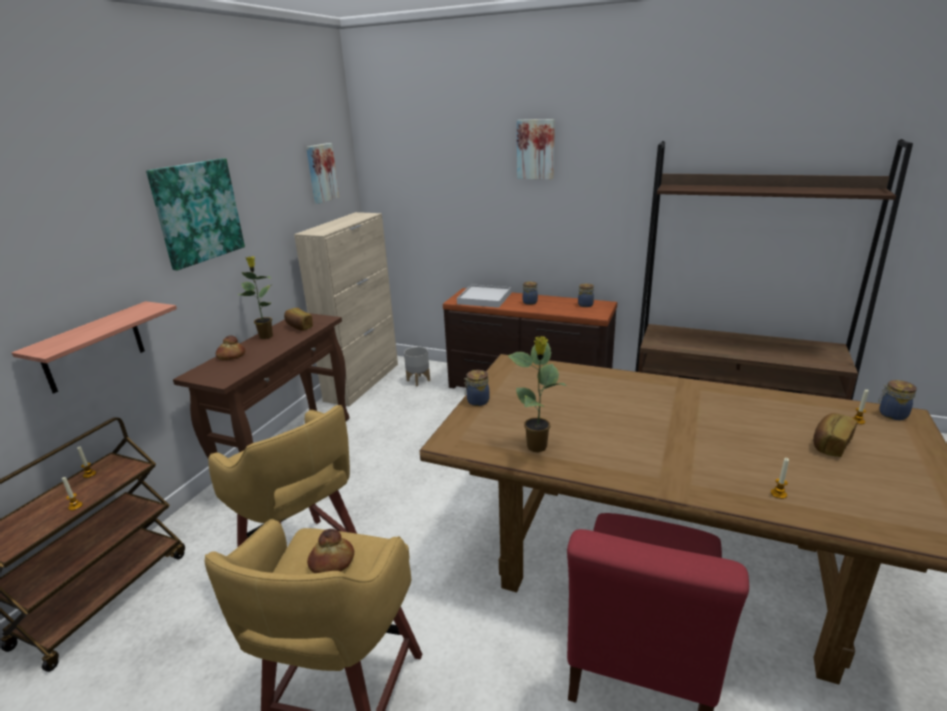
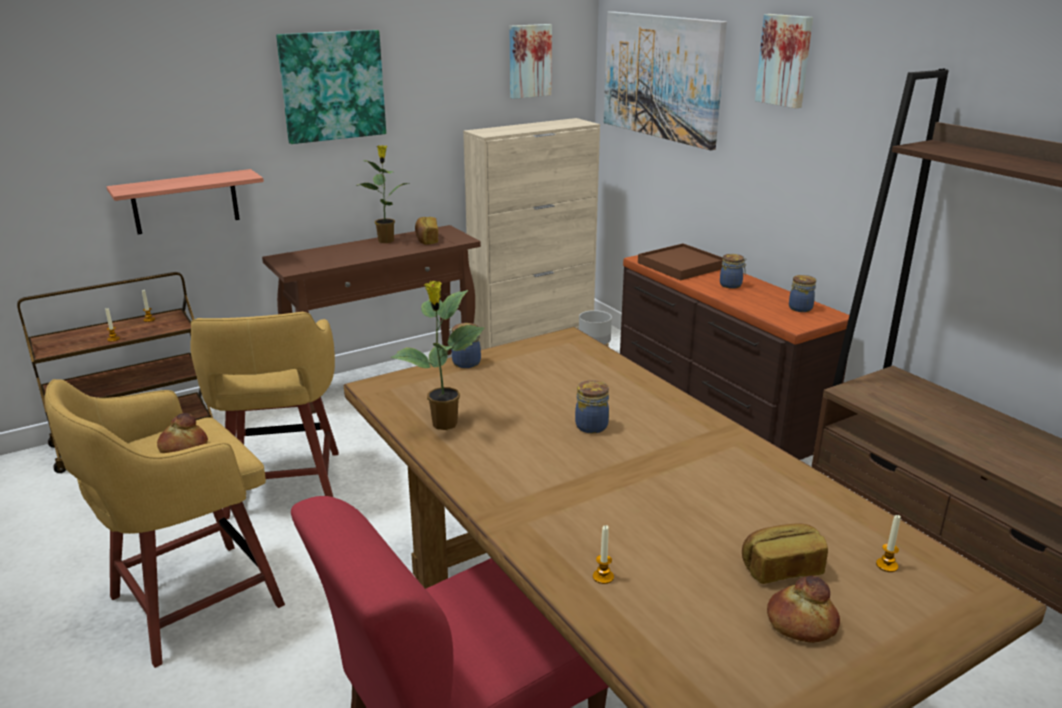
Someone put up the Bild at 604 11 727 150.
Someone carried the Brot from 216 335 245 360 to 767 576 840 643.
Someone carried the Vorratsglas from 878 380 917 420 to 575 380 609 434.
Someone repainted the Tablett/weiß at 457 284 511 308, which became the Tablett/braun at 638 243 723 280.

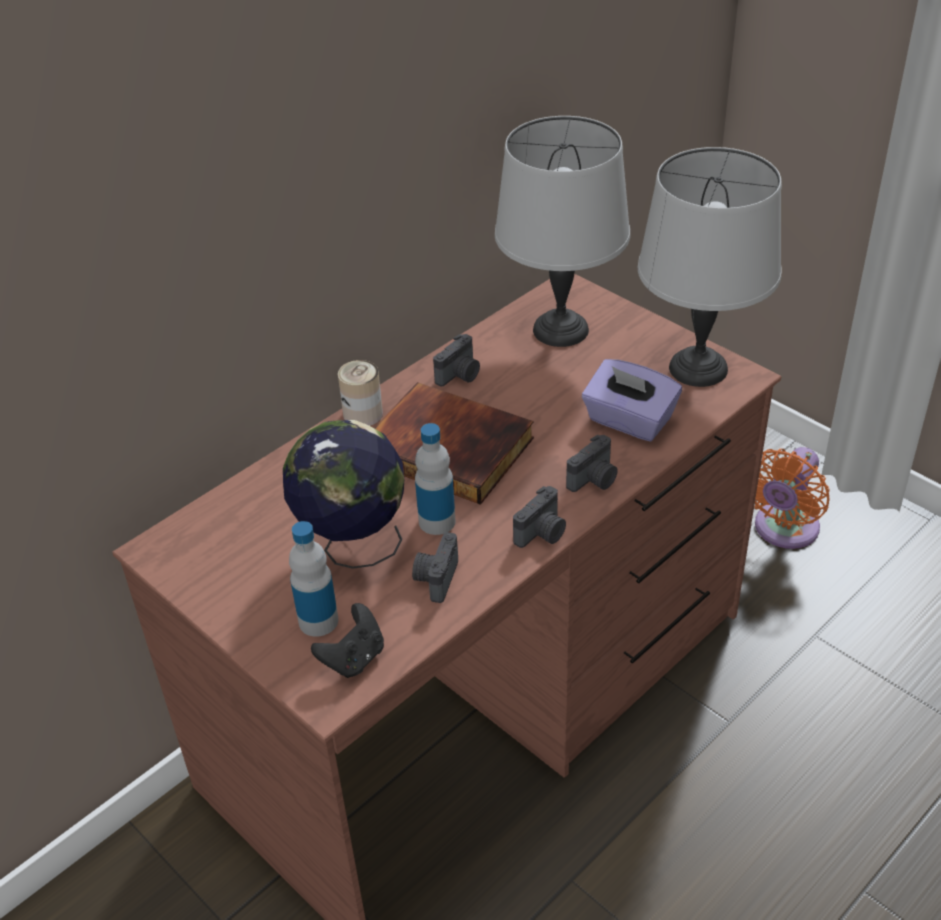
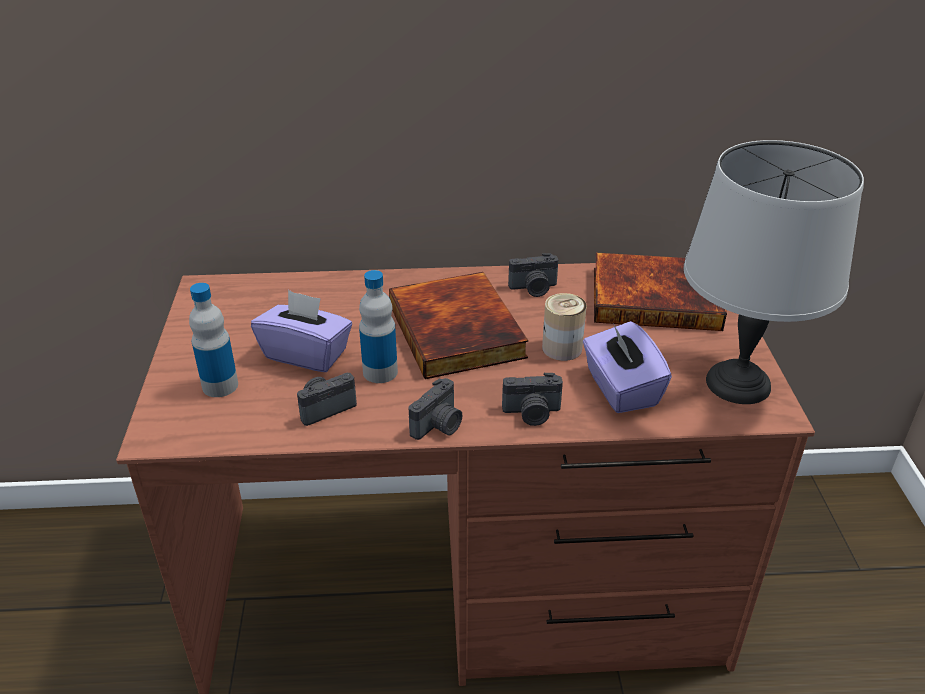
Someone took away the Gamepad/schwarz at 311 603 384 678.
Someone took away the Ventilator/orange at 754 447 830 549.
Someone carried the Dose from 338 360 383 426 to 542 293 587 361.
Someone swapped the Globus at 283 420 404 569 for the Taschentuchbox/lila at 251 290 352 372.
Someone swapped the Tischlampe/grau at 495 116 630 347 for the Buch at 594 253 727 331.
Someone rotated the Kamera at 513 486 566 548 by 45 degrees counterclockwise.

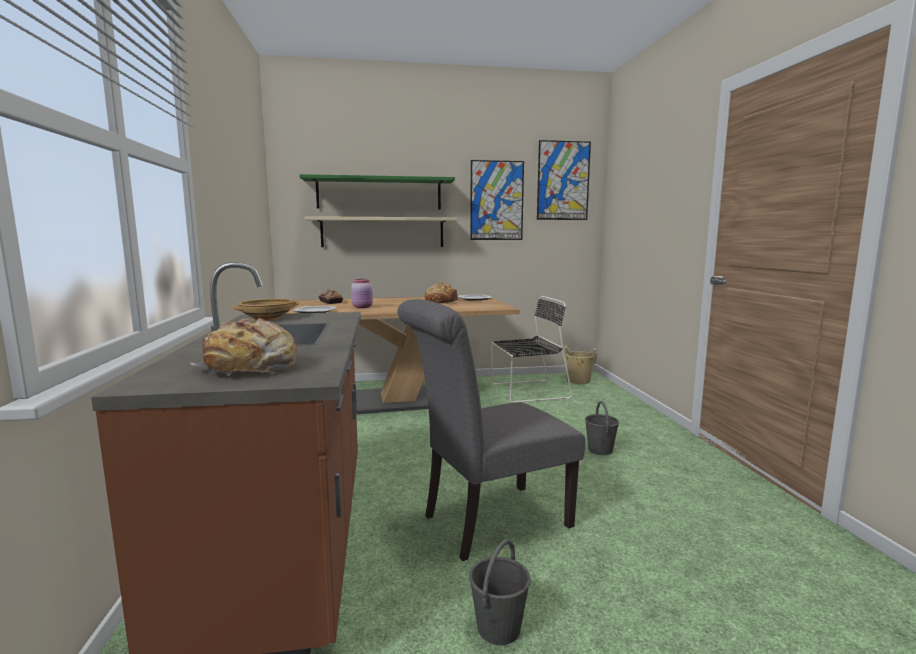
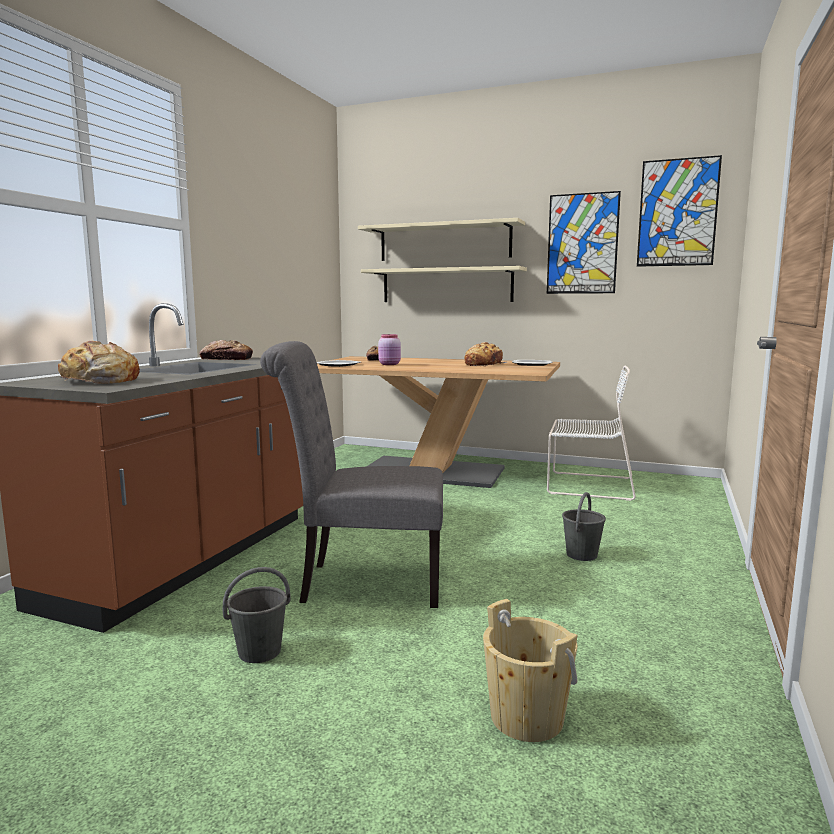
Someone carried the Eimer/beige from 564 346 597 384 to 483 599 578 742.
Someone swapped the Schüssel/beige at 232 299 299 320 for the Brot at 199 340 253 360.
Someone repainted the Wandregal/grün at 299 174 455 209, which became the Wandregal/beige at 358 218 525 261.
Someone repainted the Stuhl/schwarz at 491 296 572 403, which became the Stuhl/weiß at 547 366 636 501.

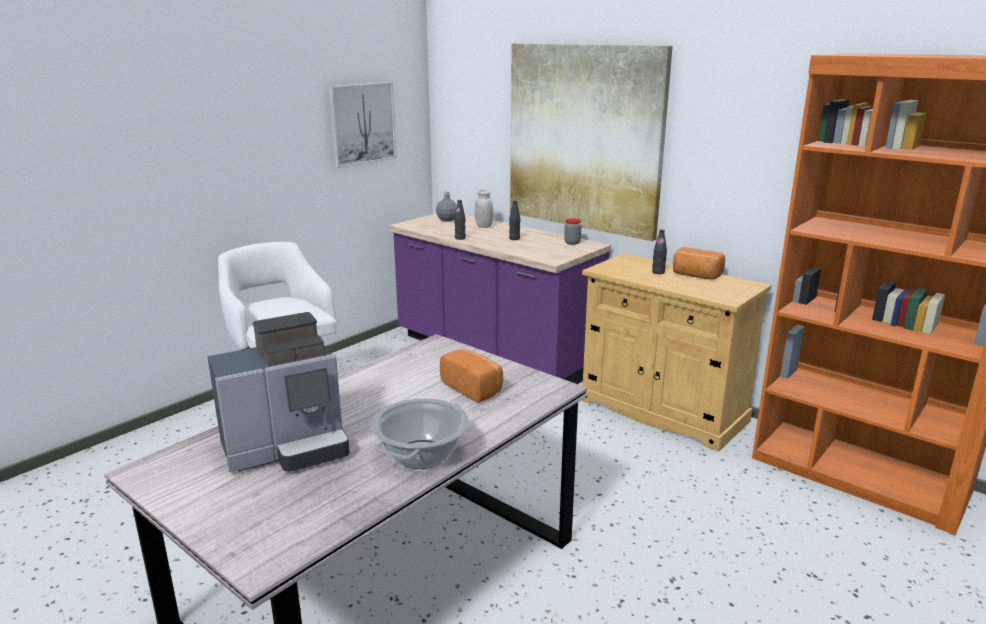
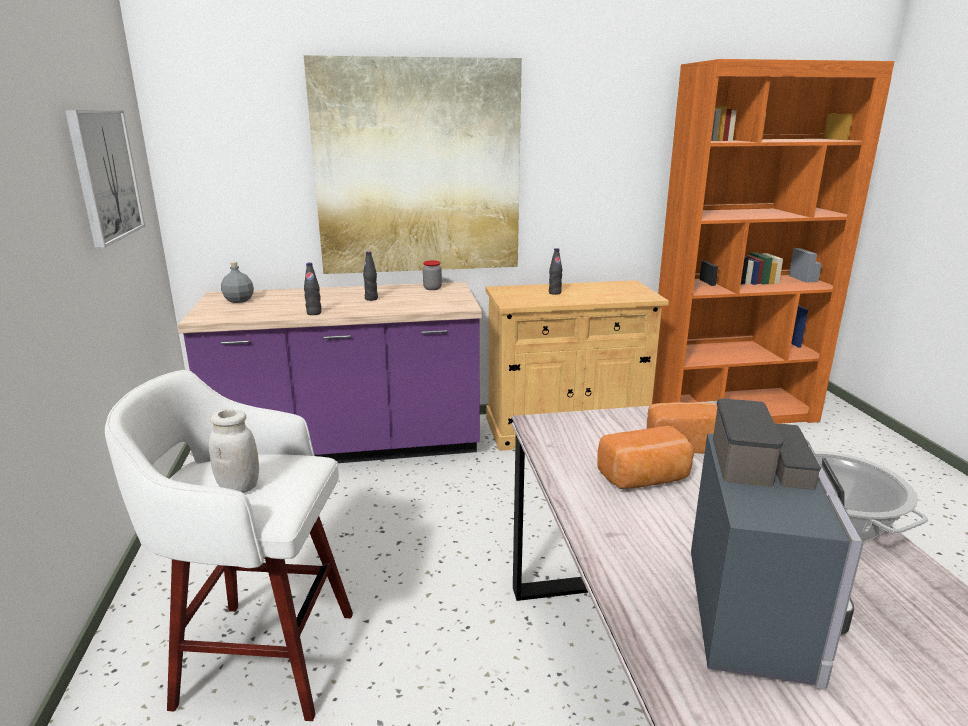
Someone carried the Vorratsglas/weiß from 475 189 493 228 to 209 409 259 493.
Someone carried the Brot from 673 247 725 280 to 597 426 694 489.

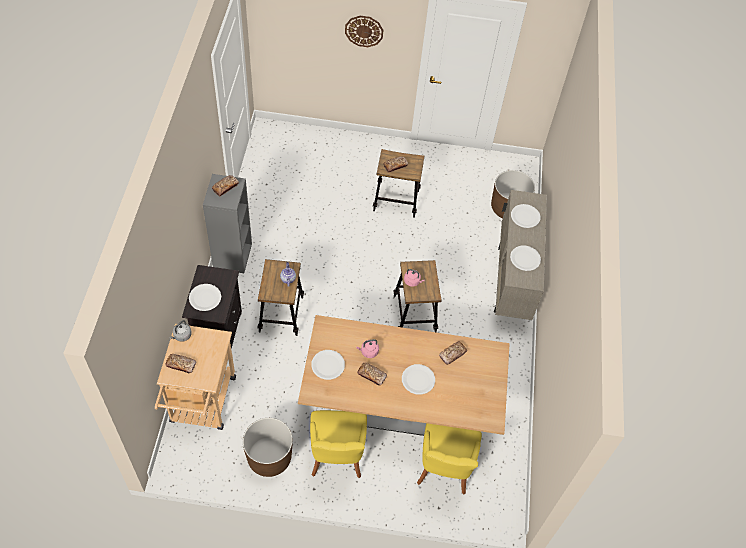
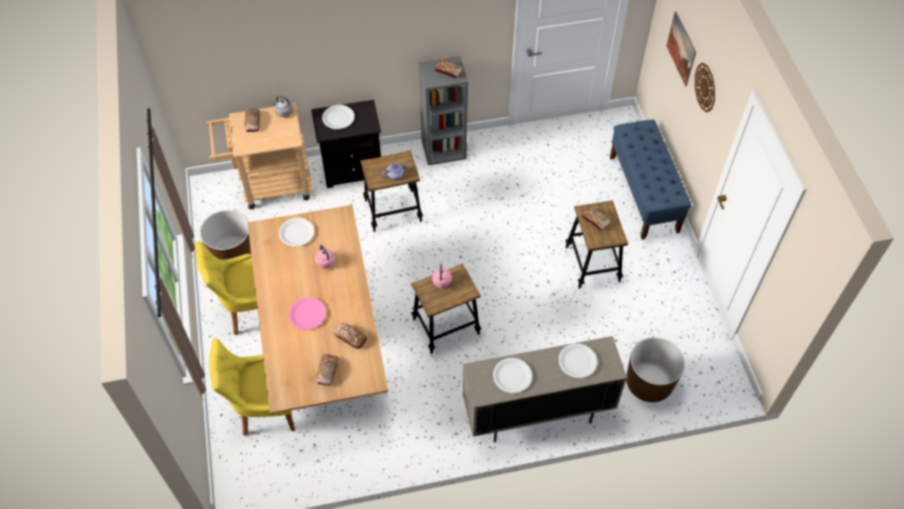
Someone put down the Bank/blau at 610 120 691 240.
Someone put up the Bild at 666 11 696 86.
Someone carried the Brot from 357 363 387 385 to 316 355 338 386.
Someone repainted the Teller/weiß at 402 364 435 395, which became the Teller/rosa at 289 297 326 330.

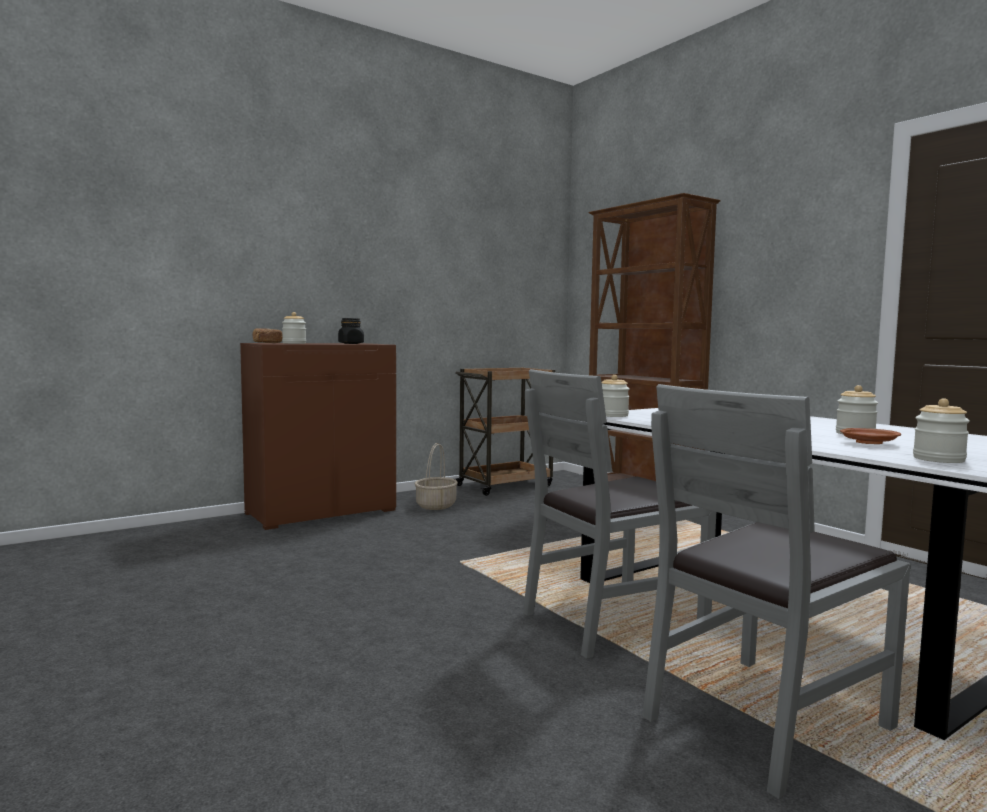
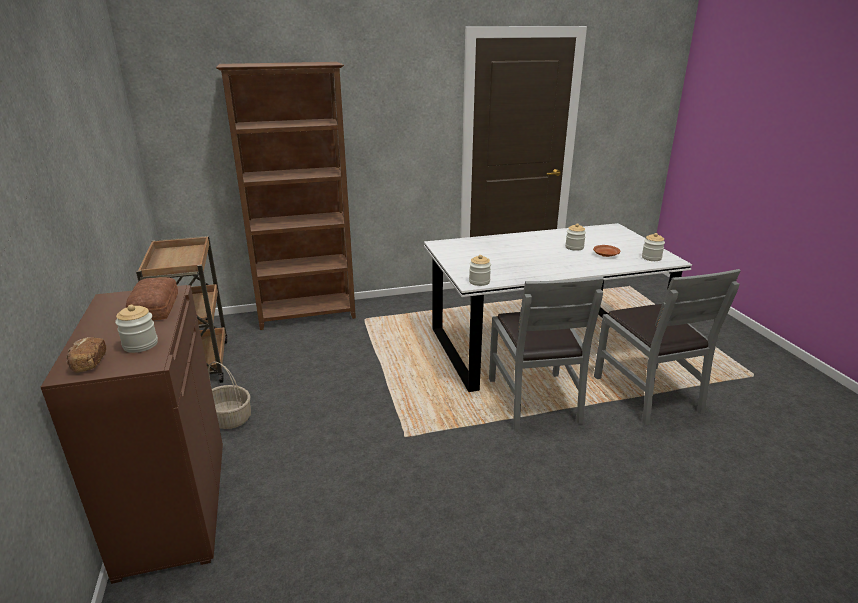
Someone swapped the Vorratsglas/schwarz at 338 318 364 344 for the Brot at 126 277 178 320.

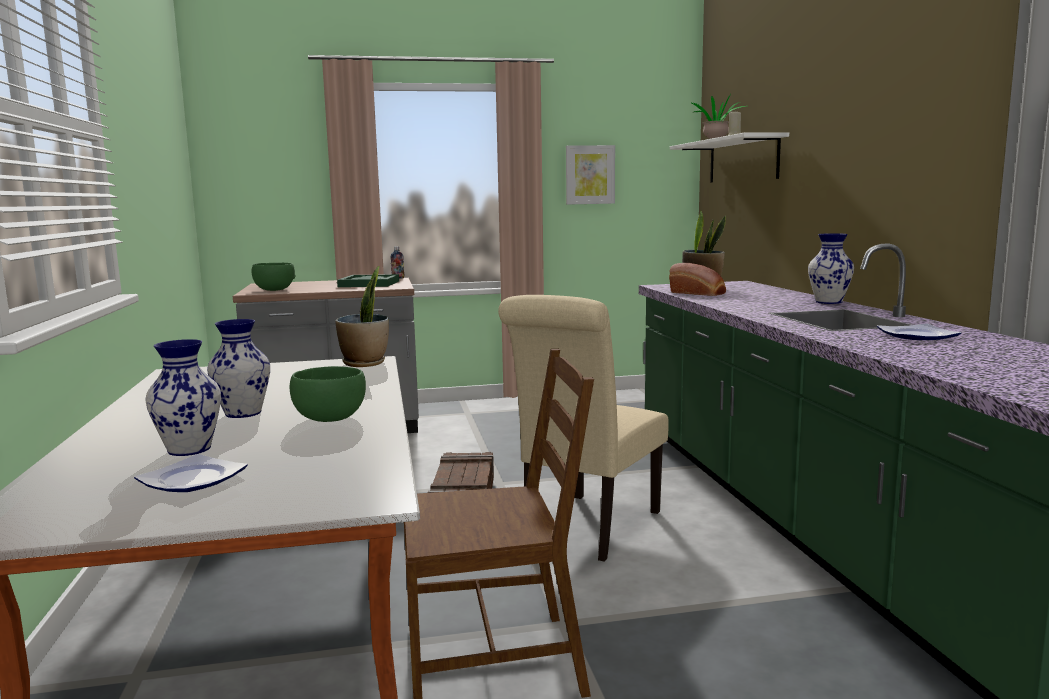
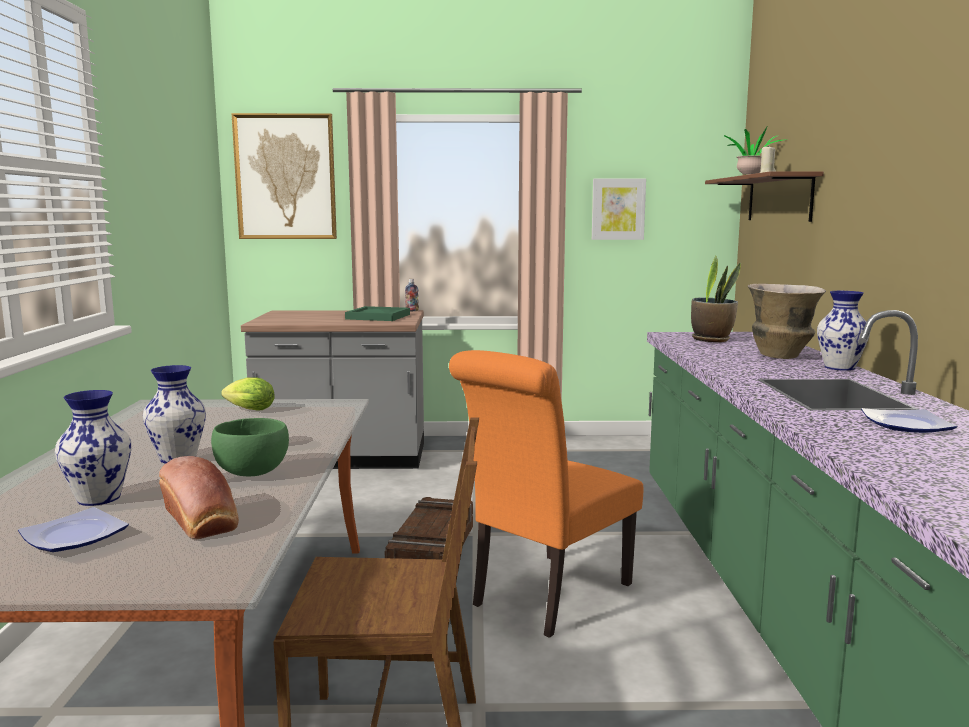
Someone took away the Schüssel/grün at 251 263 296 291.
Someone took away the Topfpflanze at 335 266 389 367.
Someone put down the Salatkopf at 221 377 275 411.
Someone put up the Bild at 232 113 337 239.
Someone put down the Vase at 748 284 826 359.
Someone carried the Brot from 669 263 726 296 to 159 456 239 540.
Someone repainted the Stuhl/beige at 498 295 669 562, which became the Stuhl/orange at 449 350 643 638.
Someone repainted the Wandregal/weiß at 670 132 789 183, which became the Wandregal/braun at 705 171 824 222.

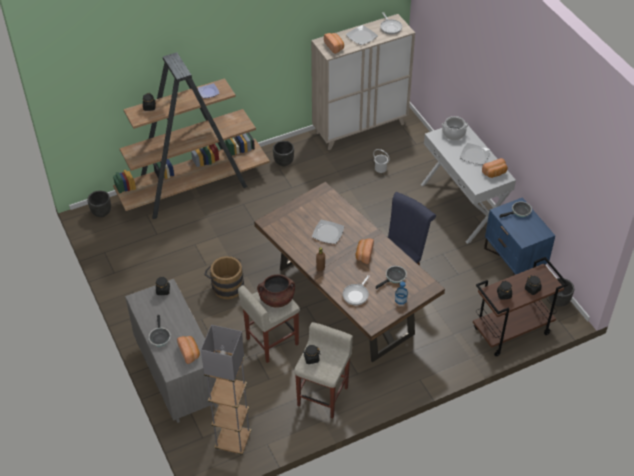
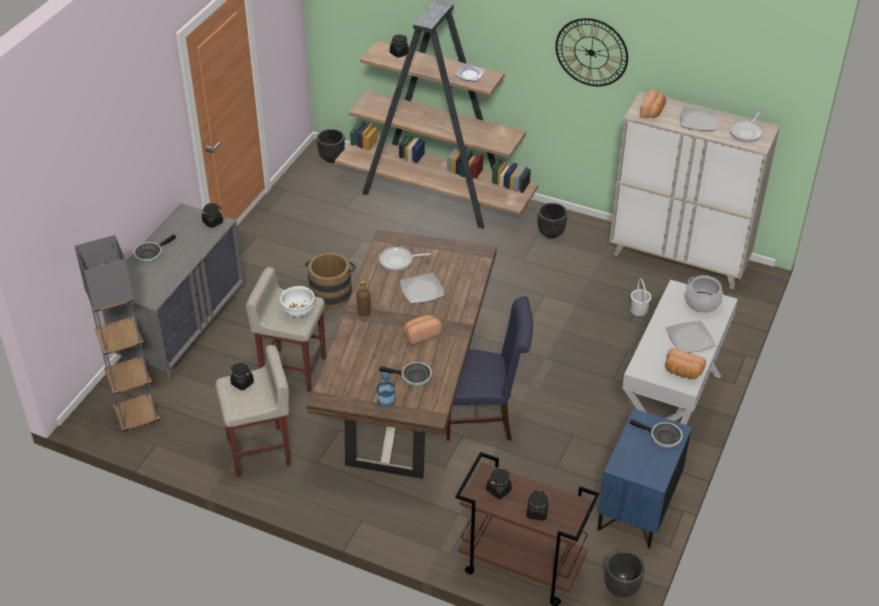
Someone took away the Brot at 177 336 200 364.
Someone put up the Wanduhr at 555 18 628 87.
Someone carried the Pfanne from 343 275 370 305 to 379 247 431 271.
Someone swapped the Kochtopf/braun at 257 274 295 308 for the Schüssel/weiß at 280 286 315 317.

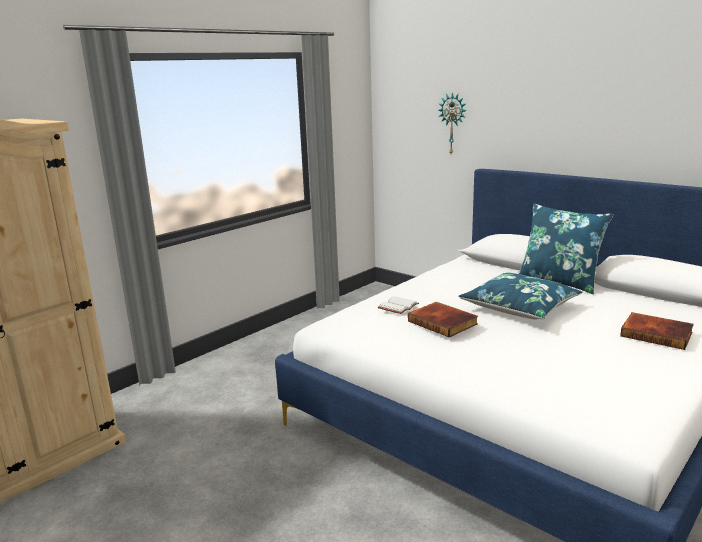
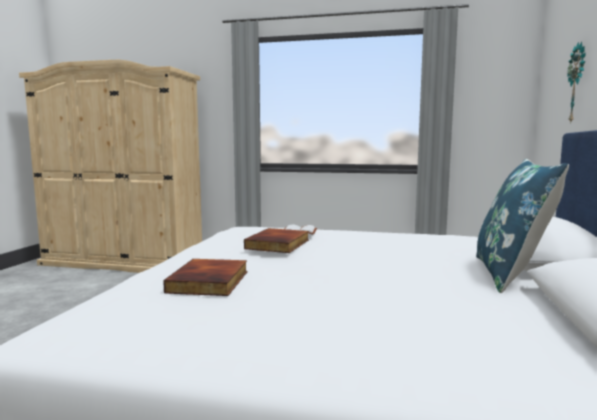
Someone took away the Kissen/blau at 458 273 583 320.
Someone carried the Buch from 620 312 694 350 to 163 259 248 296.

